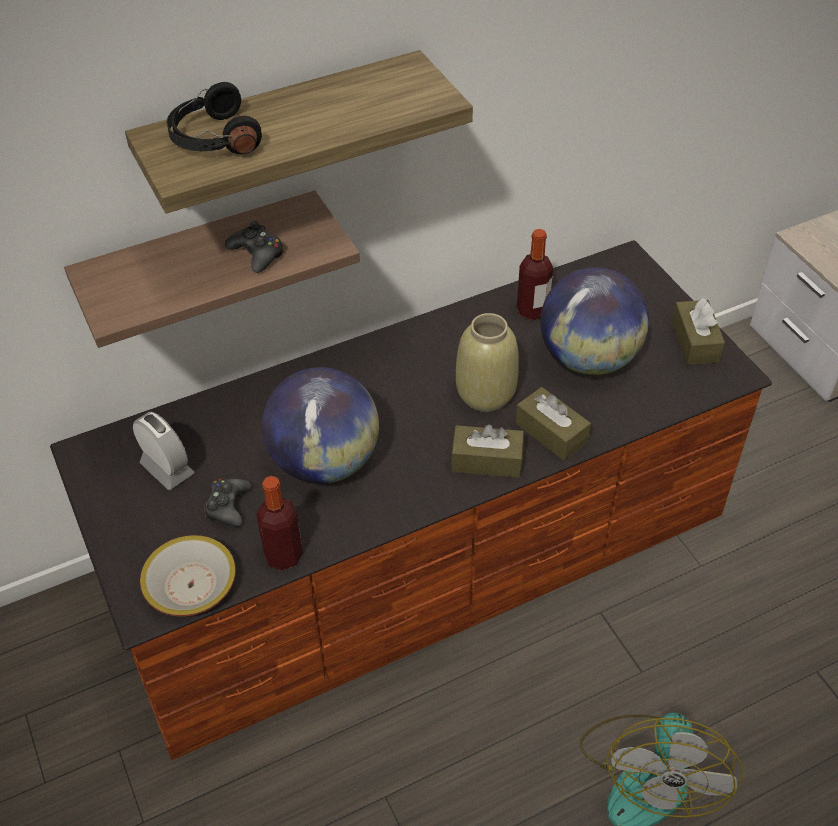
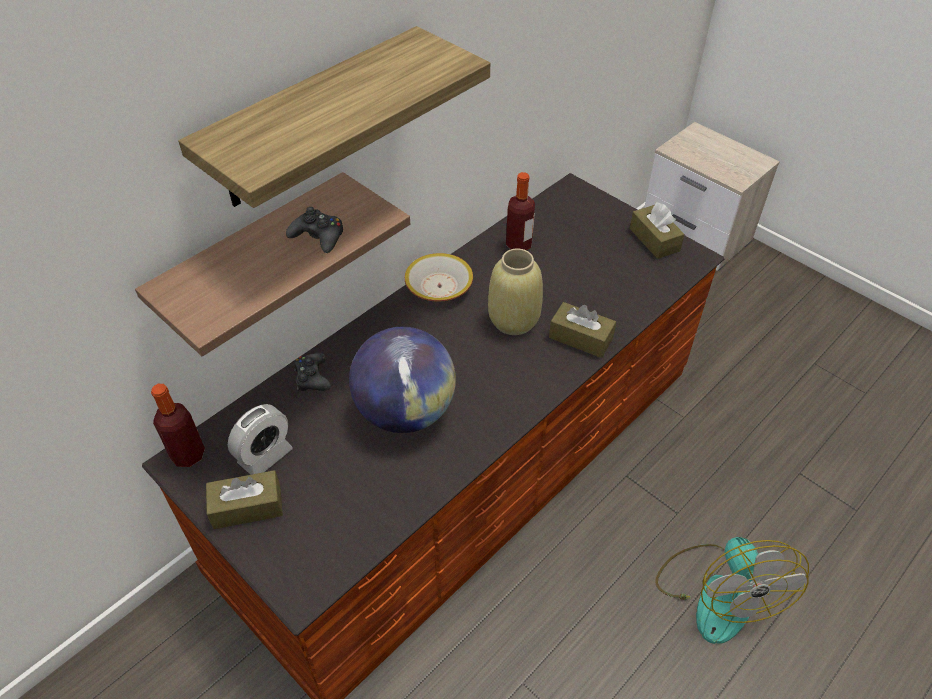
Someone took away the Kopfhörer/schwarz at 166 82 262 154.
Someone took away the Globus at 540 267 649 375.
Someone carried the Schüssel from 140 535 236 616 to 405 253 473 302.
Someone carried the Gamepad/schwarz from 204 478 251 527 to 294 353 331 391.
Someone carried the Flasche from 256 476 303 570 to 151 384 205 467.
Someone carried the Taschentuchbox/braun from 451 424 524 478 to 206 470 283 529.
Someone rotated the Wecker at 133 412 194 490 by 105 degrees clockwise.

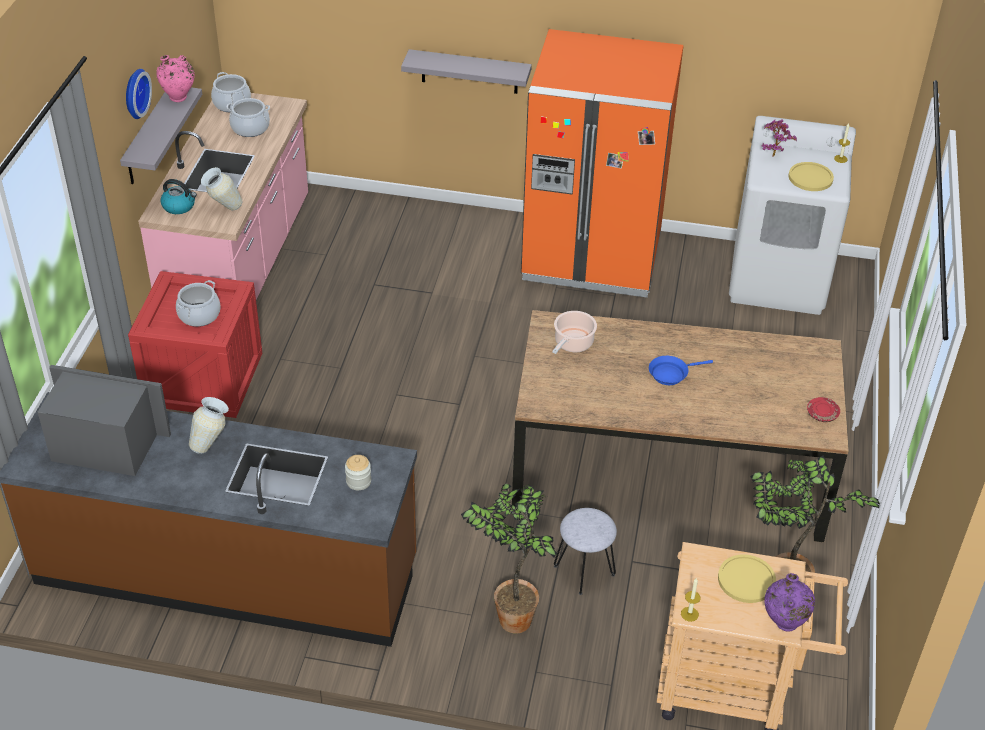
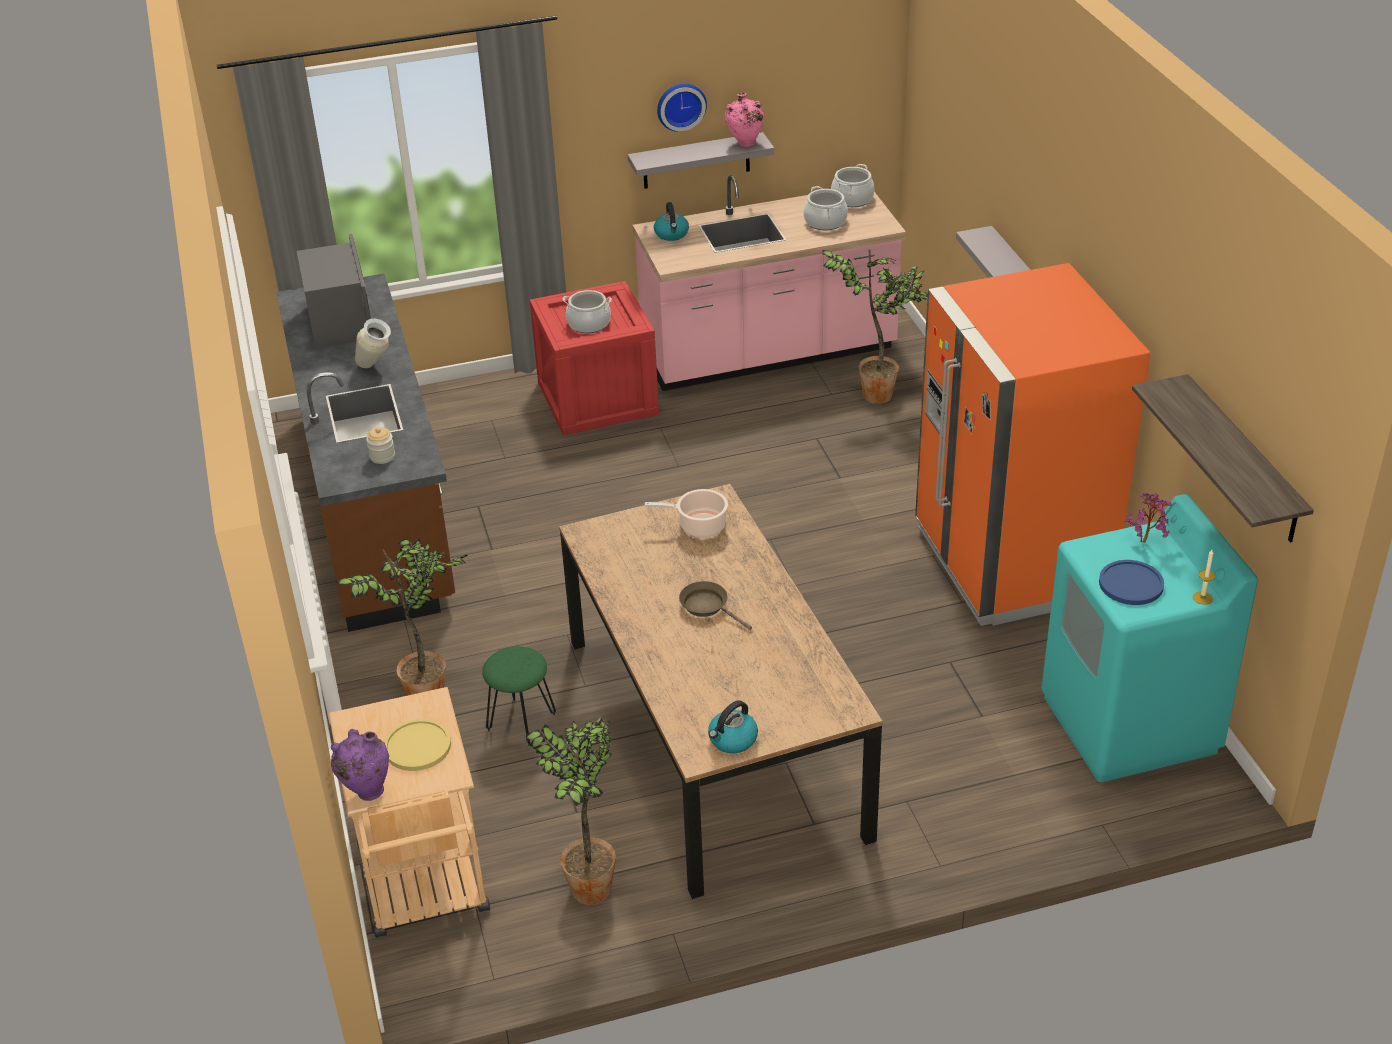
Someone took away the Vase at 201 167 242 210.
Someone took away the Kerze at 681 578 701 622.
Someone put down the Topfpflanze at 822 250 928 404.
Someone put up the Wandregal at 1132 374 1314 543.
Someone swapped the Teller/rot at 807 397 840 422 for the Wasserkessel at 708 700 758 753.
Someone repainted the Hocker/grau at 554 508 617 595, which became the Hocker/grün at 482 646 556 746.
Someone repainted the Pfanne/blau at 649 356 713 385, which became the Pfanne/braun at 679 581 752 630.
Someone repainted the Waschmaschine/weiß at 729 116 856 315, which became the Waschmaschine/türkis at 1041 494 1258 782.
Someone repainted the Teller/gelb at 789 162 834 191, which became the Teller/blau at 1099 560 1164 605.

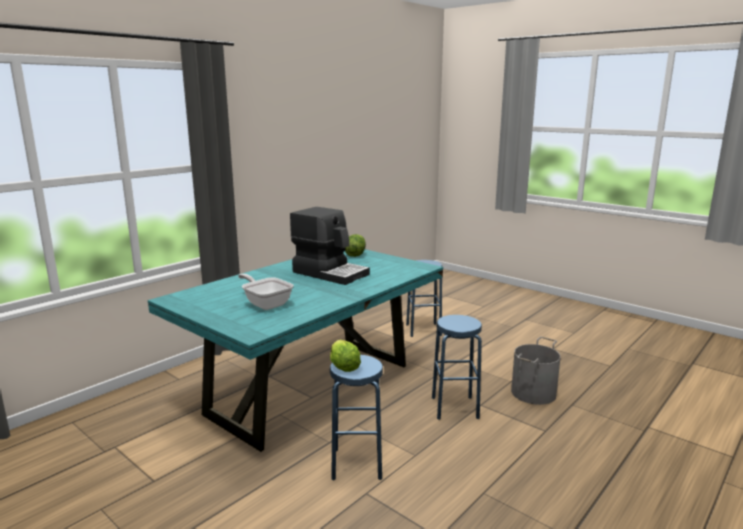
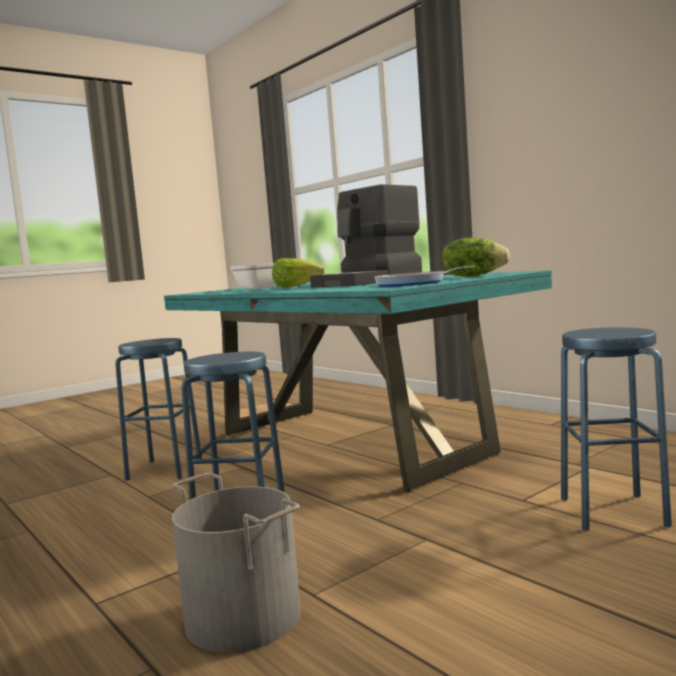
Someone put down the Pfanne at 374 266 474 287.
Someone carried the Salatkopf from 330 340 361 372 to 272 258 325 288.

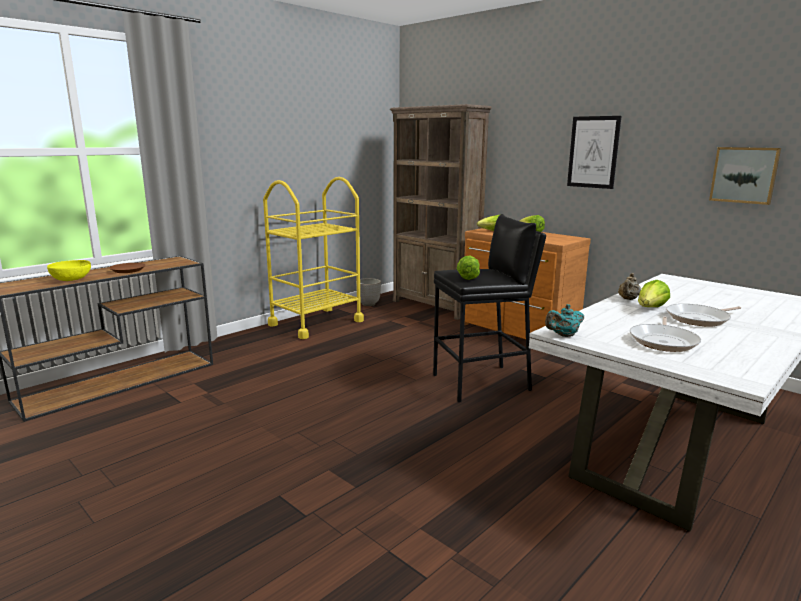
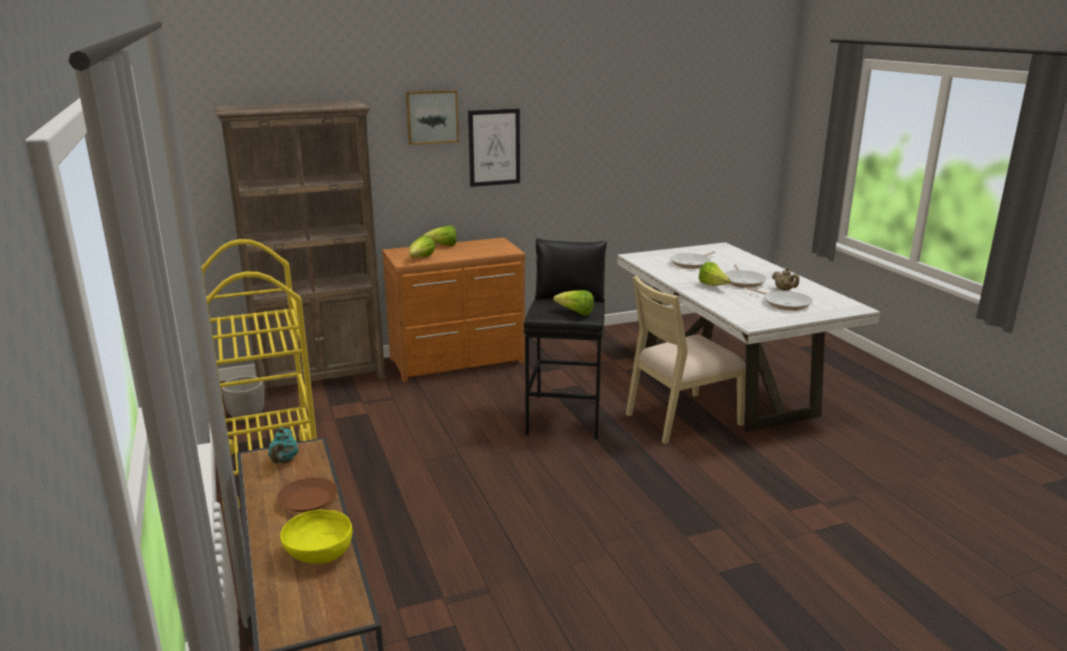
Someone put down the Stuhl/beige at 626 276 746 444.
Someone put down the Pfanne at 670 251 715 269.
Someone carried the Teekanne/türkis from 545 304 584 337 to 268 427 298 464.
Someone carried the Teekanne/beige from 618 273 641 300 to 772 268 799 291.
Someone carried the Bild from 709 147 781 205 to 406 90 459 145.

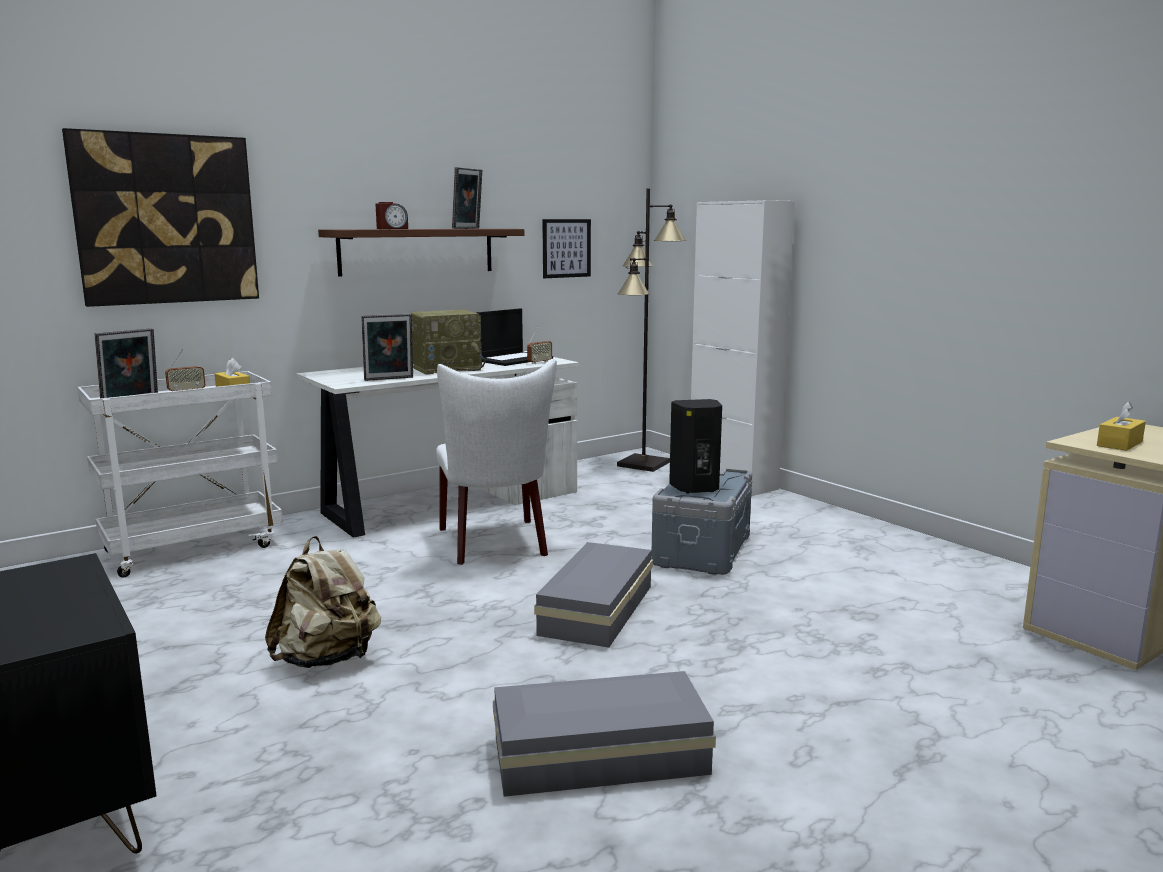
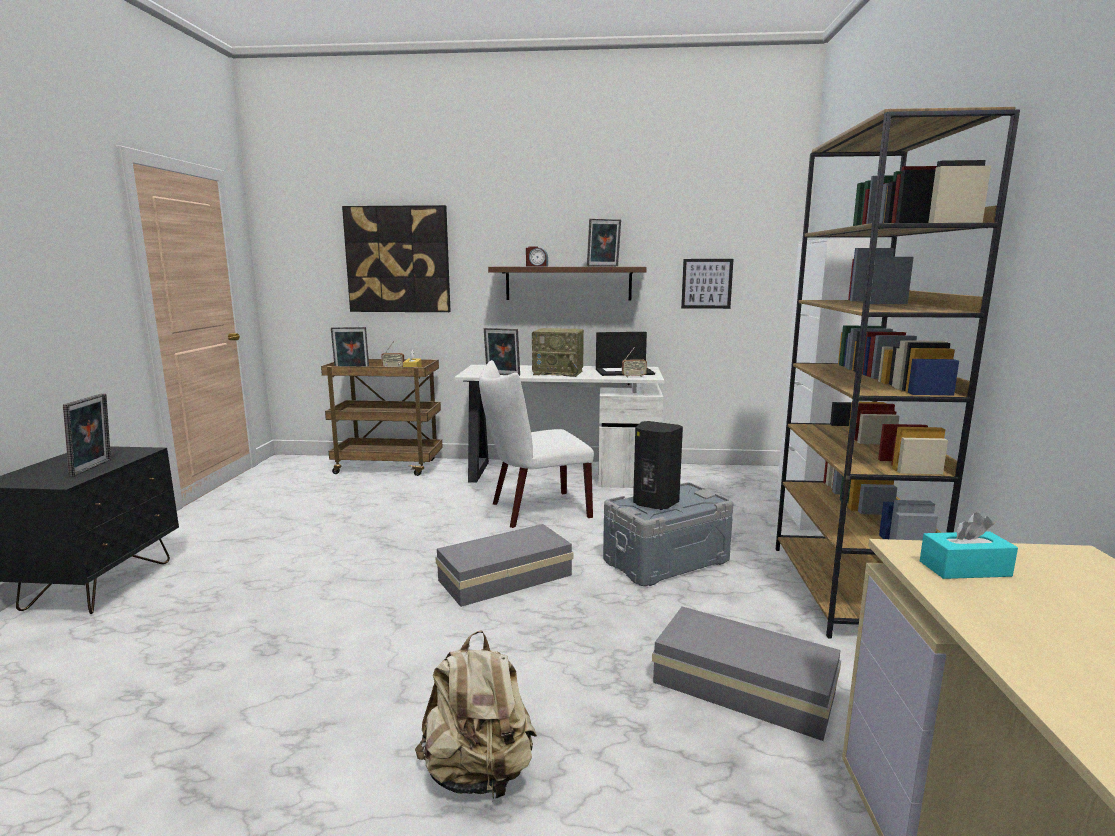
Someone took away the Stehlampe/schwarz at 617 188 686 472.
Someone put down the Bilderrahmen at 63 393 111 477.
Someone put down the Bücherregal/braun at 776 107 1020 639.
Someone carried the Rucksack/beige from 265 536 381 668 to 415 631 537 799.
Someone carried the Aufbewahrungsbox/grau from 493 671 716 797 to 652 606 841 741.
Someone repainted the Rollwagen/weiß at 78 371 283 578, which became the Rollwagen/braun at 321 359 443 476.
Someone repainted the Taschentuchbox/gelb at 1097 401 1146 451, which became the Taschentuchbox/türkis at 920 512 1018 579.
Someone rotated the Stuhl/weiß at 436 359 557 565 by 45 degrees clockwise.

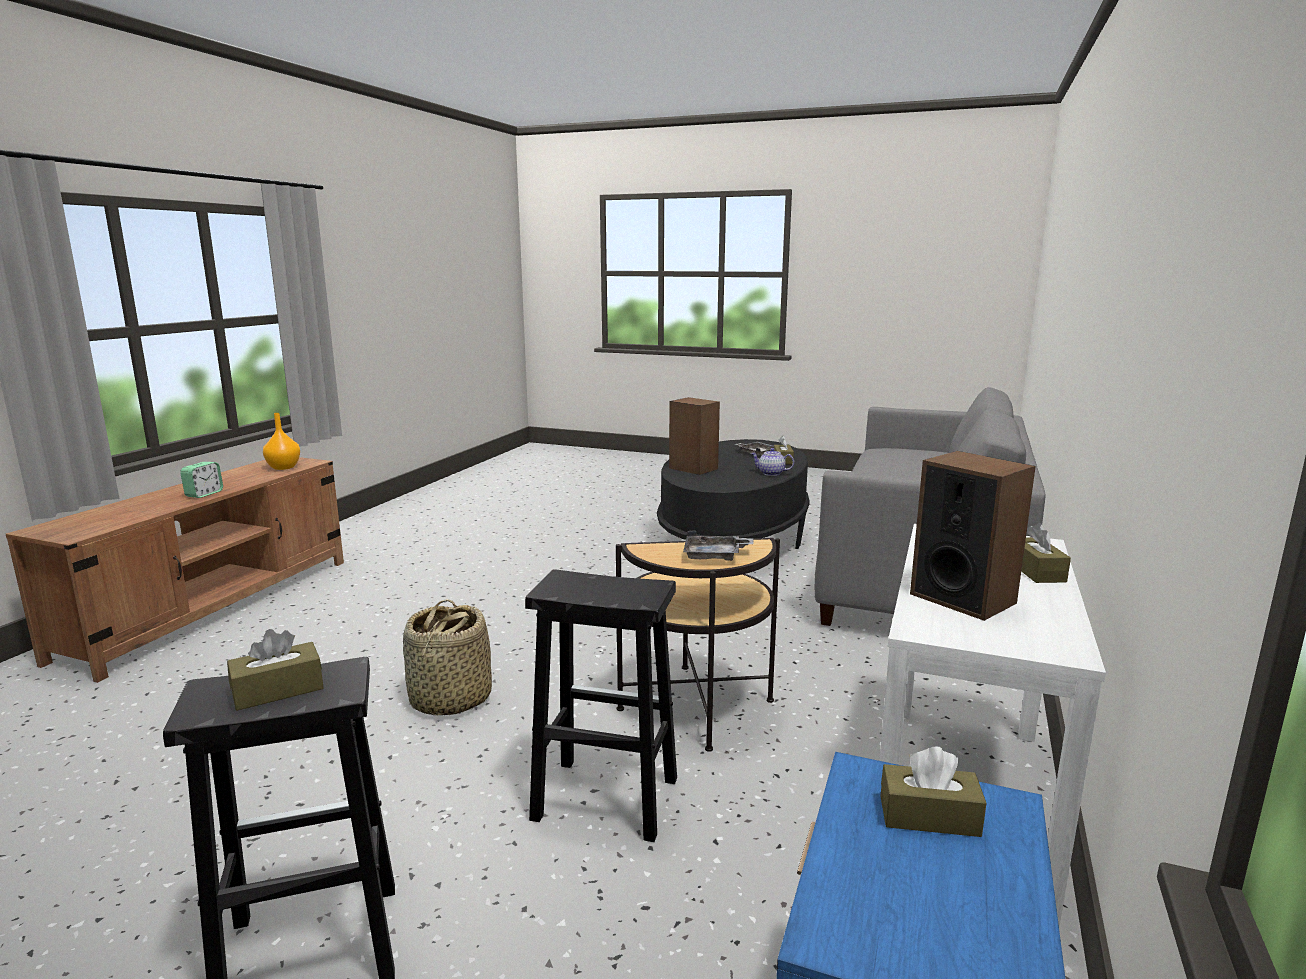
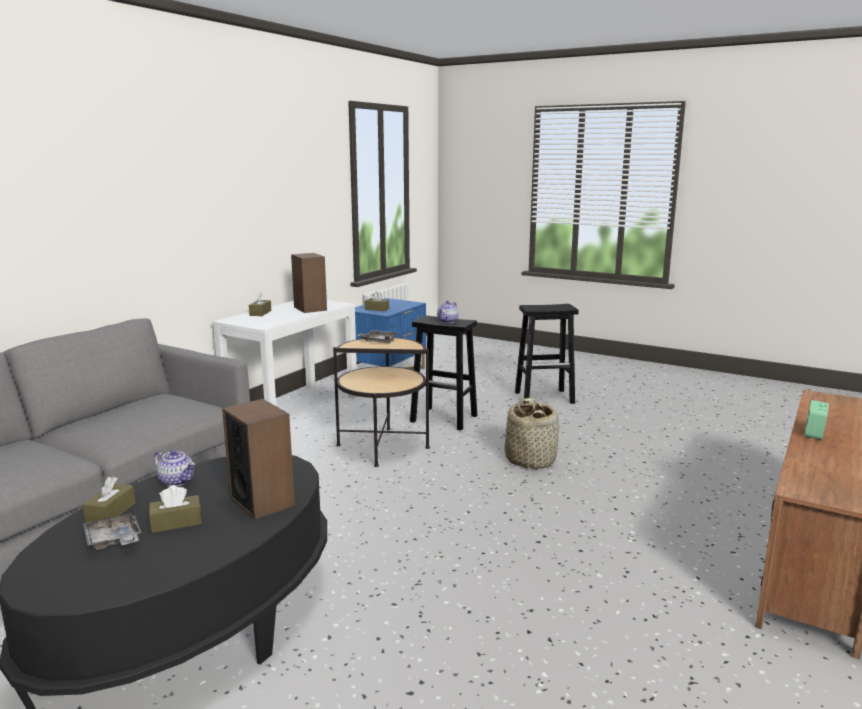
Someone took away the Vase/orange at 263 413 300 470.
Someone put down the Teekanne at 437 301 459 323.
Someone carried the Taschentuchbox/braun from 227 629 324 711 to 149 485 202 533.

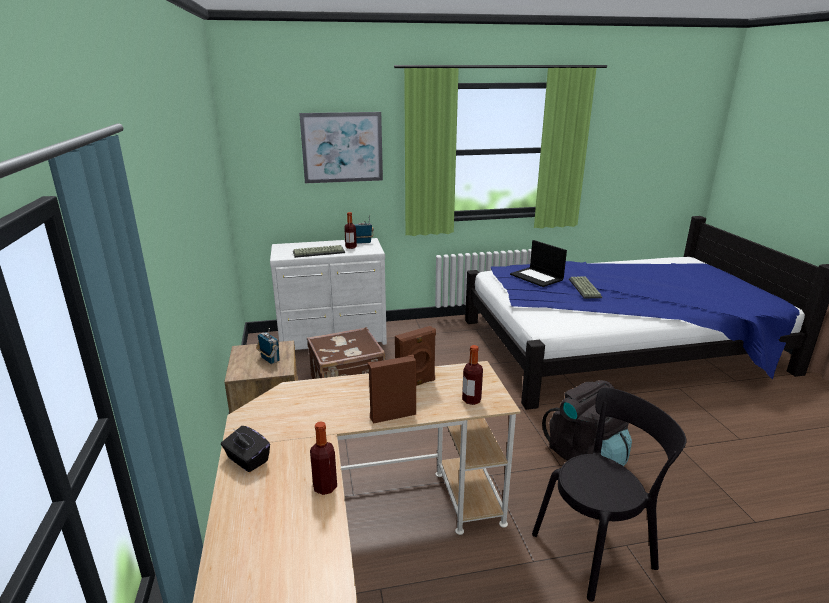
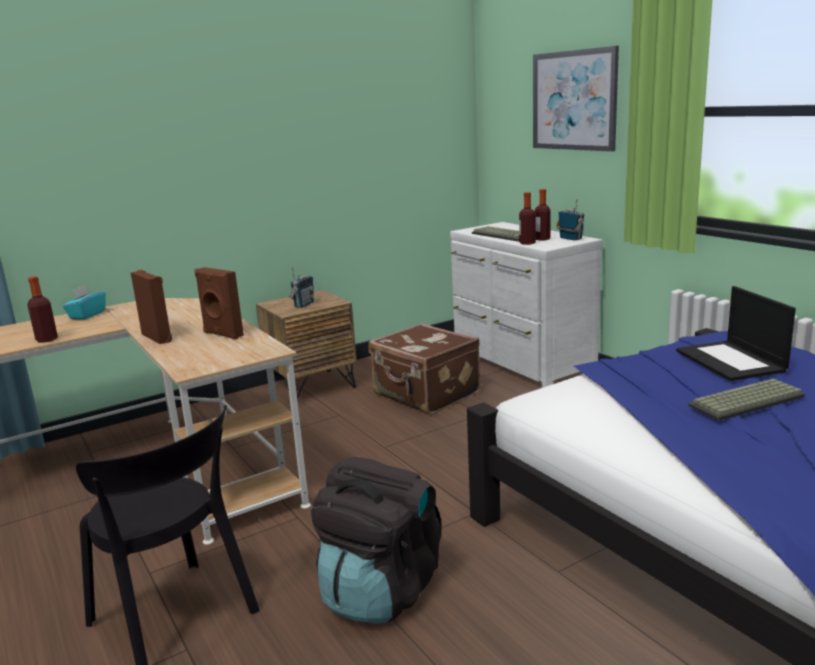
Someone carried the Flasche from 462 345 483 405 to 519 192 536 245.
Someone repainted the Taschentuchbox/schwarz at 221 426 270 472, which became the Taschentuchbox/türkis at 63 285 106 320.
Someone rotated the Laptop at 510 240 567 287 by 45 degrees counterclockwise.

